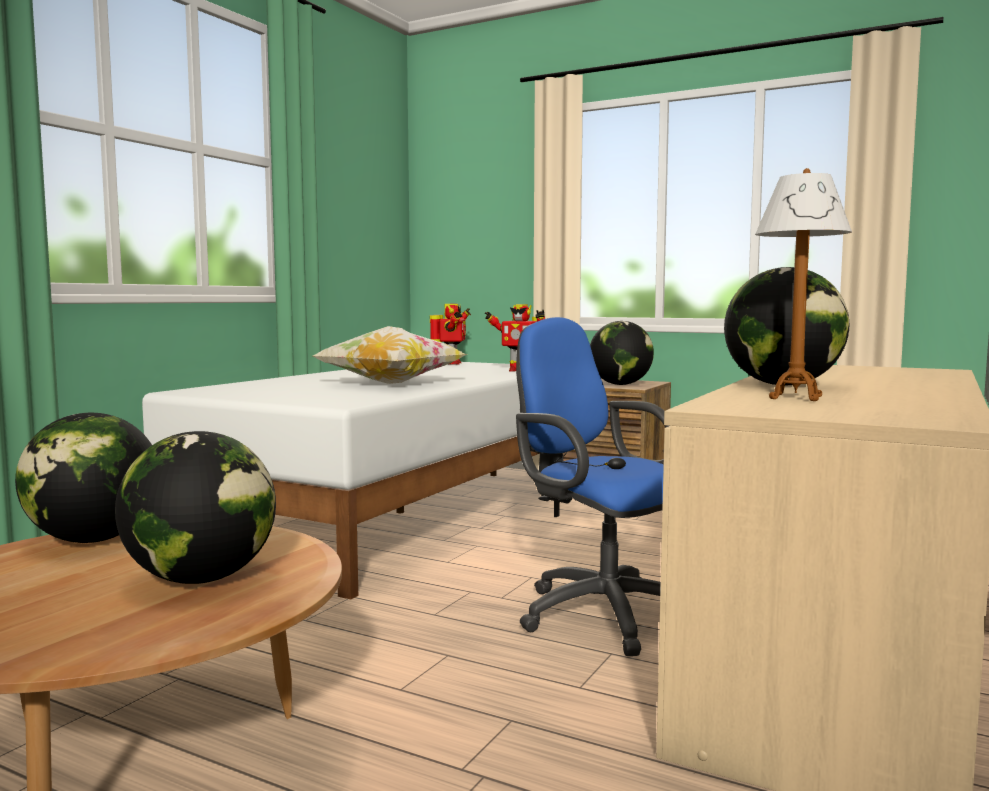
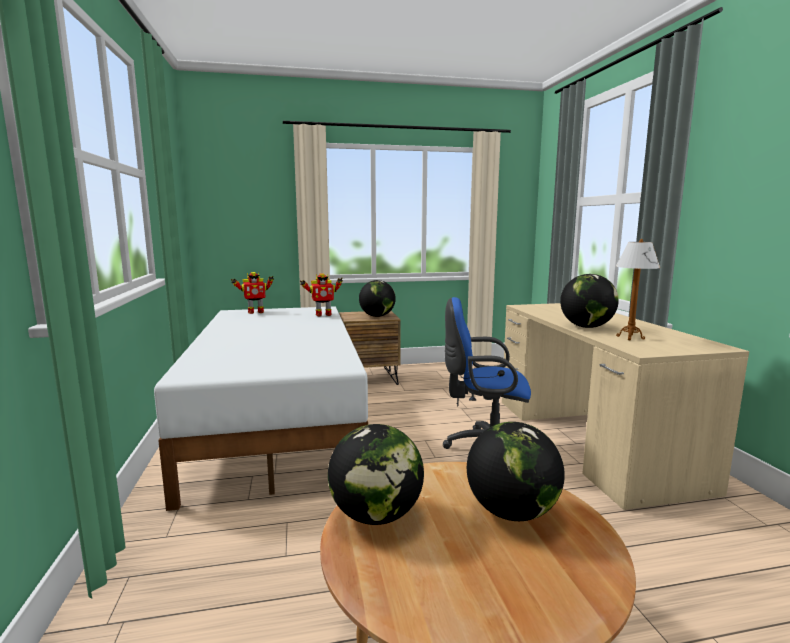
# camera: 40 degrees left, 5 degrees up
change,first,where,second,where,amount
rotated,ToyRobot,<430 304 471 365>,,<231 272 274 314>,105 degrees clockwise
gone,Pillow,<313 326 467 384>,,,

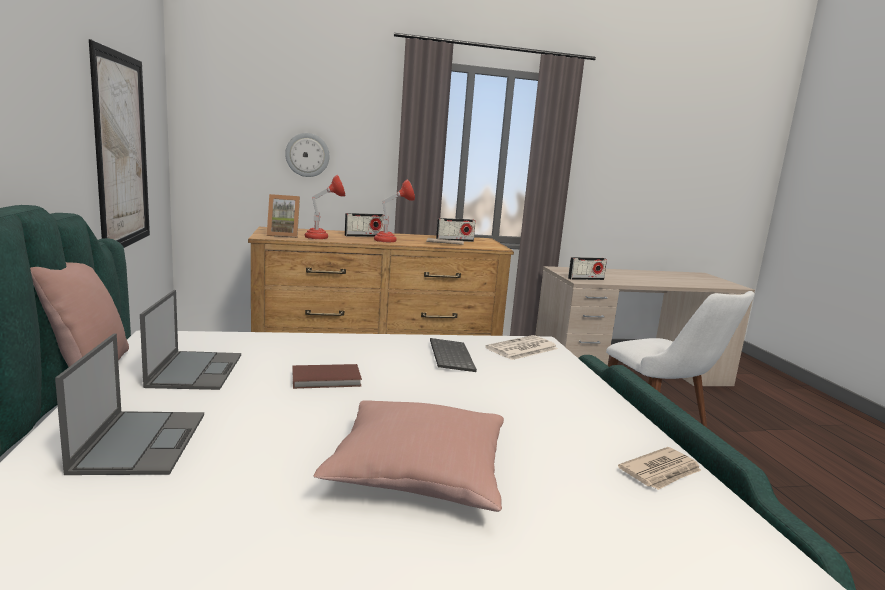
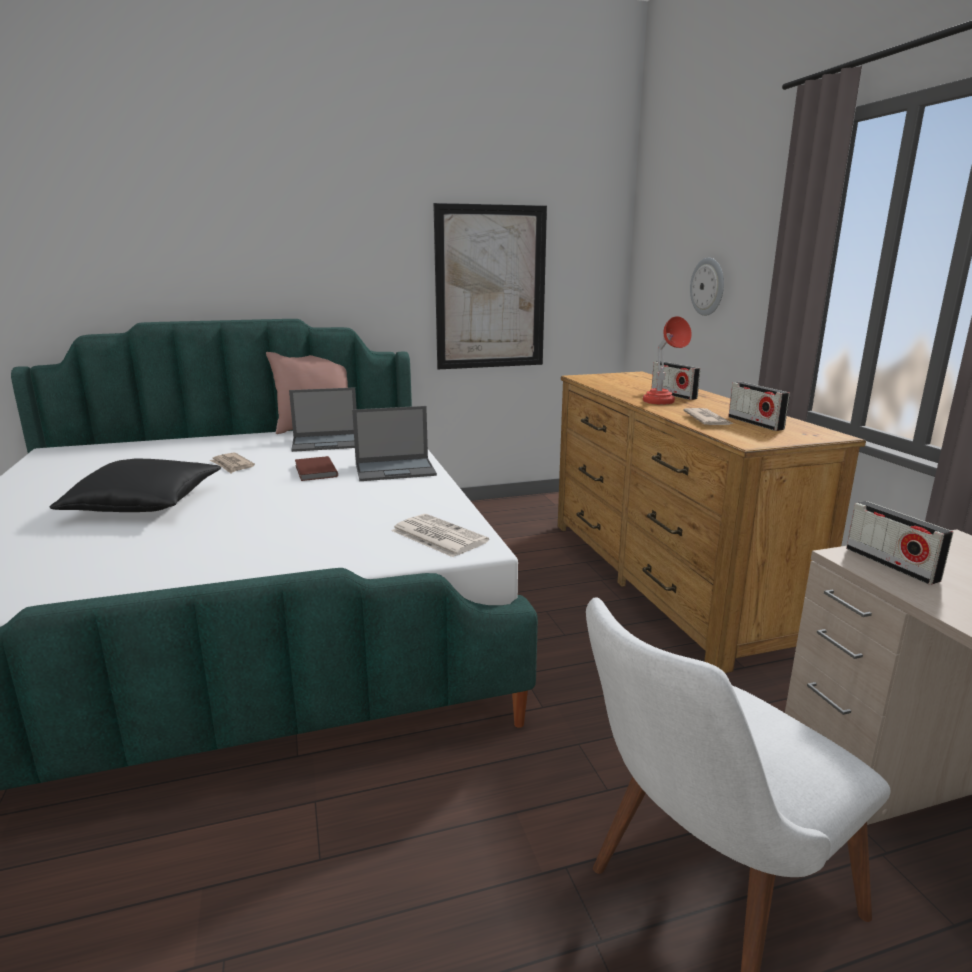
# camera: 85 degrees right, 5 degrees up
change,first,where,second,where,amount
repainted,PinkPillow,<314 400 504 512>,BlackPillow,<49 458 221 512>,
shifted,Newspaper,<618 447 701 490>,,<210 453 255 473>,
shifted,Laptop,<55 334 204 475>,,<352 406 437 481>,
gone,PictureFrame,<267 194 300 238>,,,
gone,RedTableLamp,<305 175 345 239>,,,
gone,Keyboard,<430 338 477 372>,,,

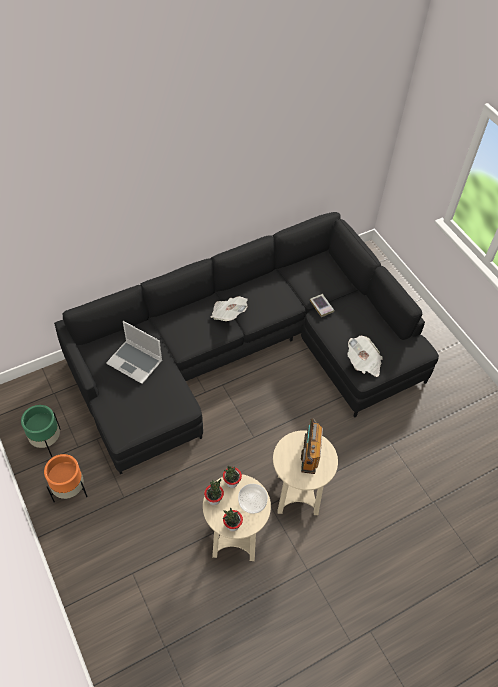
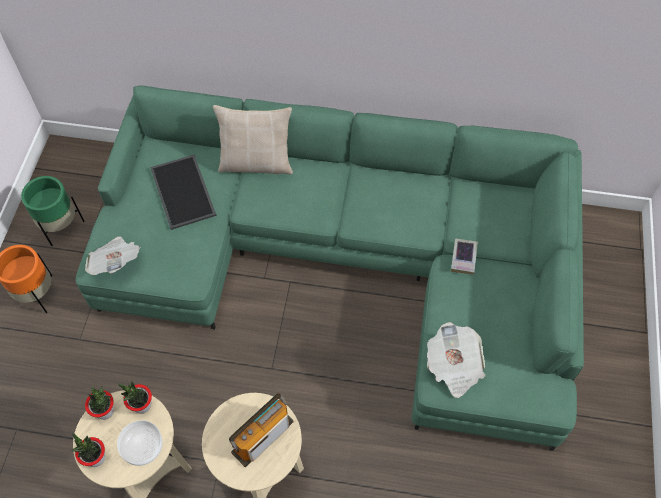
# camera: 40 degrees right, 5 degrees up
change,first,where,second,where,amount
repainted,BlackSofa,<54 212 439 474>,GreenSofa,<76 85 584 451>,
shifted,Newspaper,<210 296 248 321>,,<85 236 140 275>,
swapped,Laptop,<106 321 162 384>,Tray,<150 154 216 230>,
new,,,BeigePillow,<213 105 293 174>,

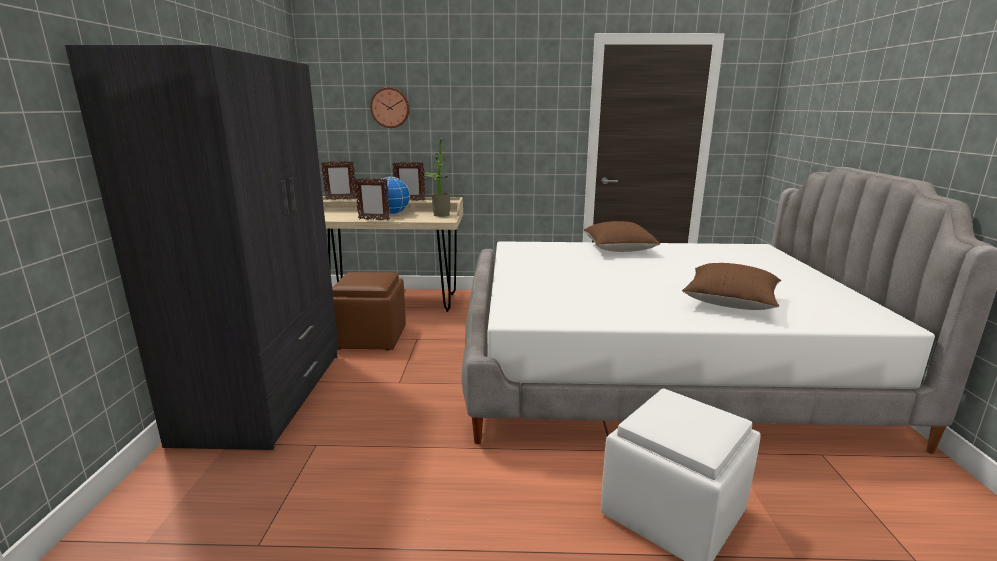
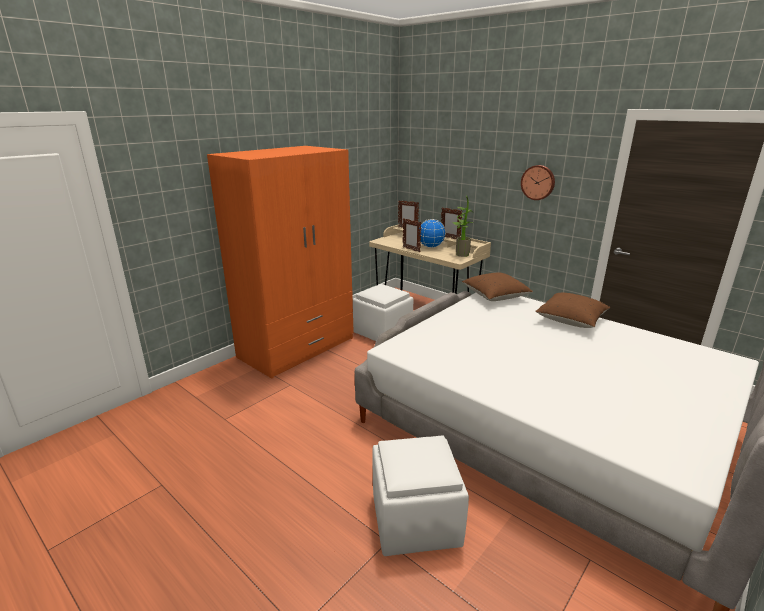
# camera: 40 degrees right, 5 degrees up
change,first,where,second,where,amount
repainted,GreyWardrobe,<65 45 339 450>,OrangeWardrobe,<207 146 354 379>,
repainted,BrownOttoman,<332 272 406 350>,WhiteOttoman,<353 284 413 341>,
shifted,BrownPillow,<682 263 781 310>,,<462 273 533 301>,
shifted,WallClock,<370 87 410 128>,,<521 165 555 200>,

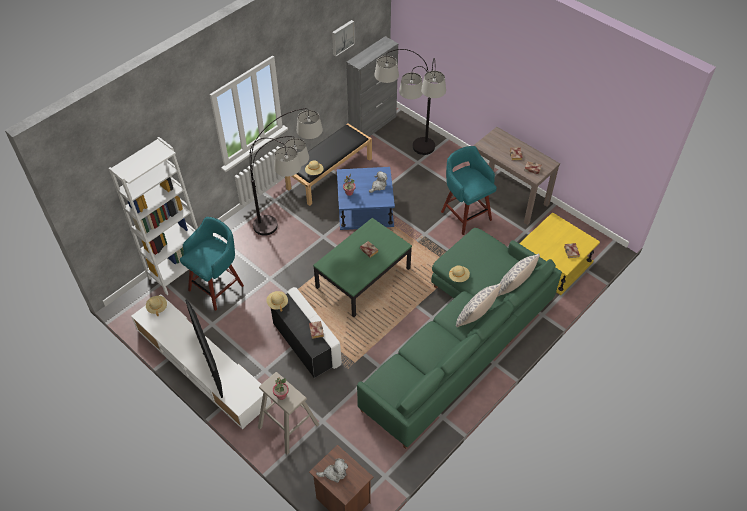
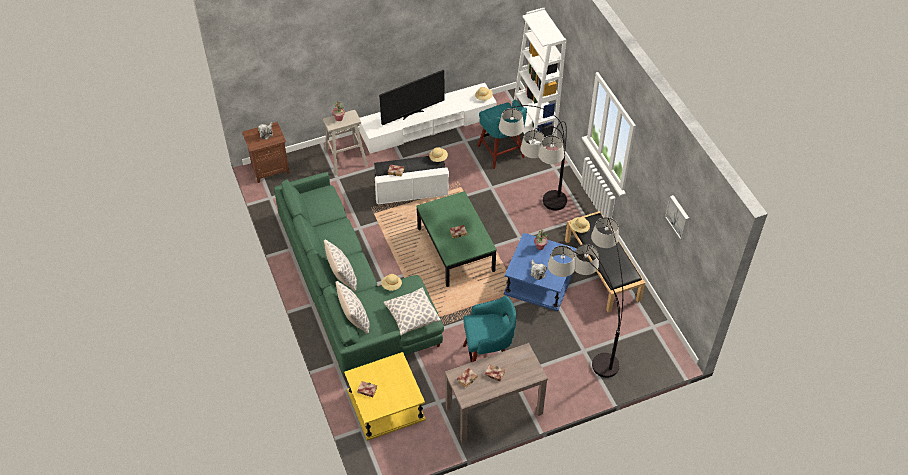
# camera: 115 degrees right, 0 degrees up
change,first,where,second,where,amount
rotated,Television,<185 299 223 398>,,<379 70 445 125>,150 degrees clockwise
new,,,Pillow,<384 287 441 336>,
gone,GreyCabinet,<346 36 398 136>,,,

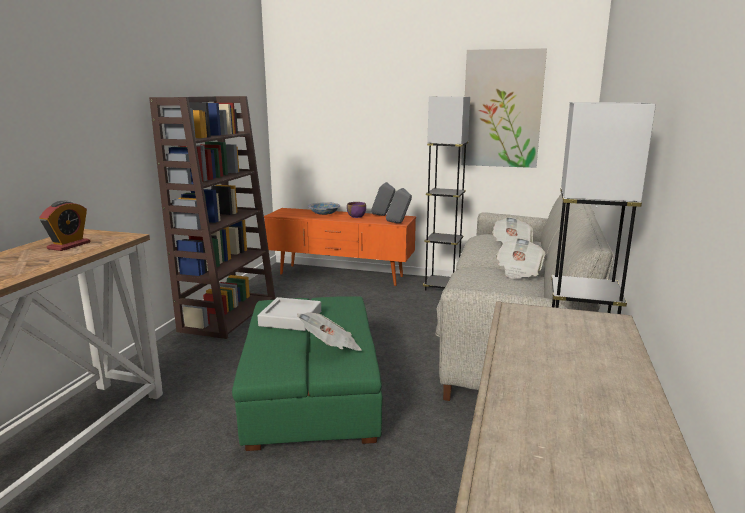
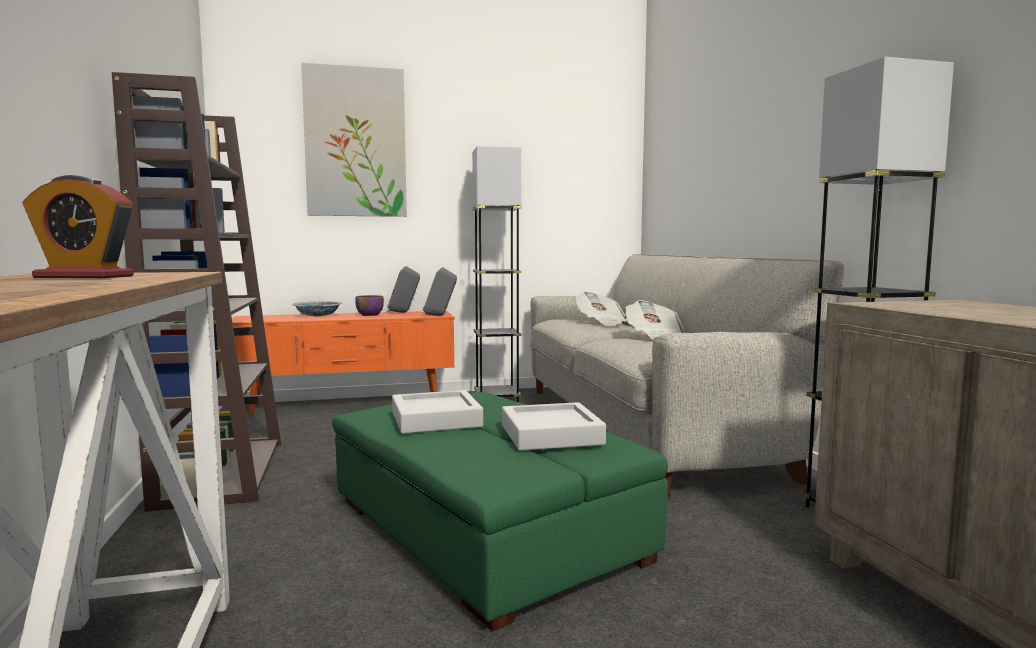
# camera: 30 degrees left, 10 degrees down
change,first,where,second,where,amount
rotated,AlarmClock,<39 201 90 251>,,<22 175 134 278>,105 degrees clockwise
shifted,Picture,<461 48 547 168>,,<301 63 407 217>,
swapped,Newspaper,<297 313 361 351>,GreyTray,<502 402 606 451>,

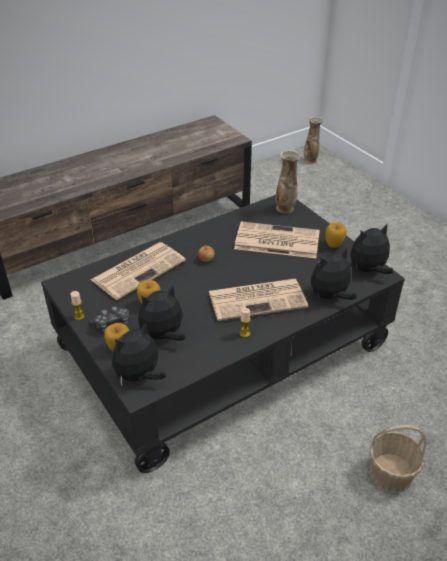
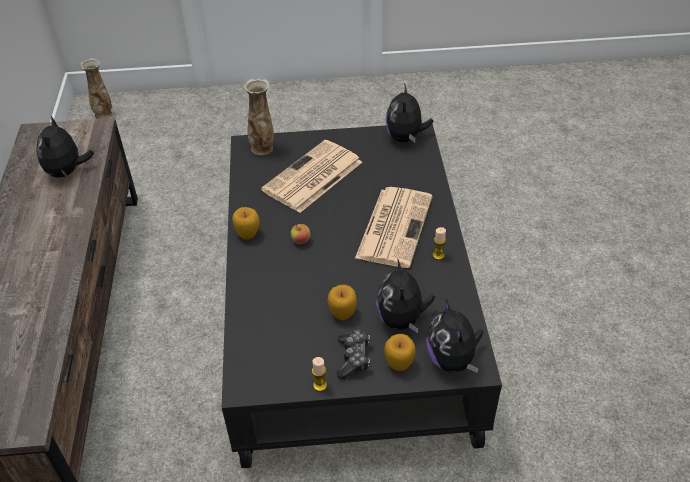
# camera: 60 degrees left, 5 degrees up
change,first,where,second,where,amount
shifted,PlushToy,<311 247 357 300>,,<36 116 94 178>,
shifted,Apple,<325 222 347 248>,,<232 207 260 240>,
gone,Newspaper,<91 242 186 300>,,,
gone,Basket,<370 425 426 493>,,,

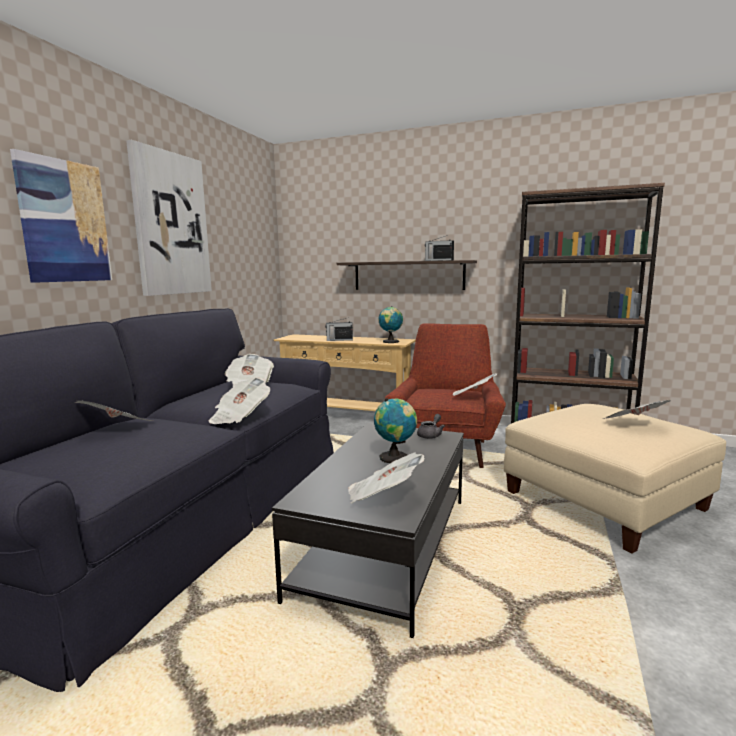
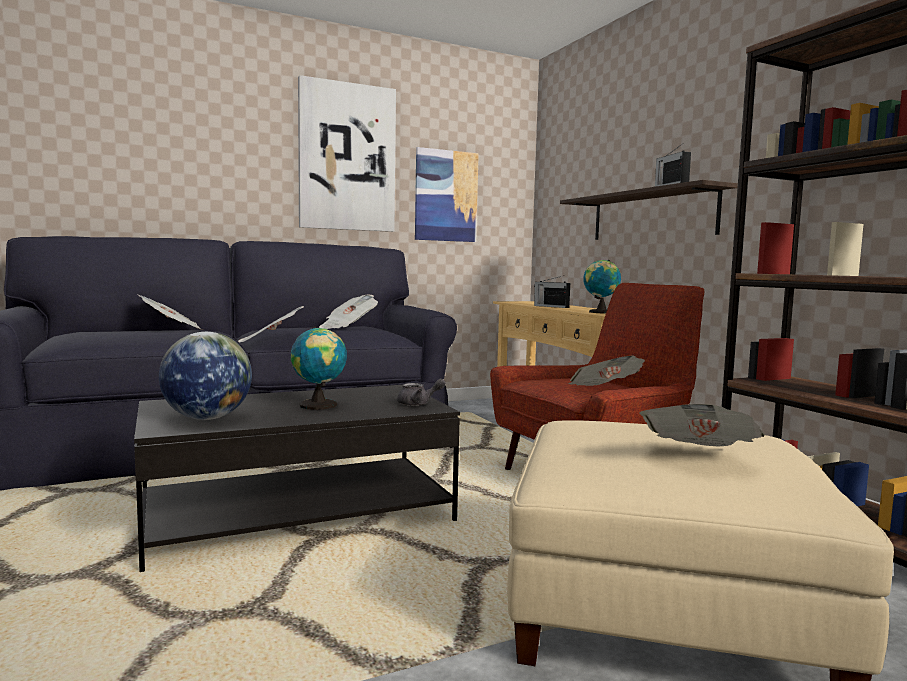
# camera: 45 degrees right, 5 degrees down
change,first,where,second,where,amount
swapped,Newspaper,<348 453 425 503>,Globe,<159 332 252 420>,
shifted,Picture,<10 149 112 283>,,<415 147 479 242>,

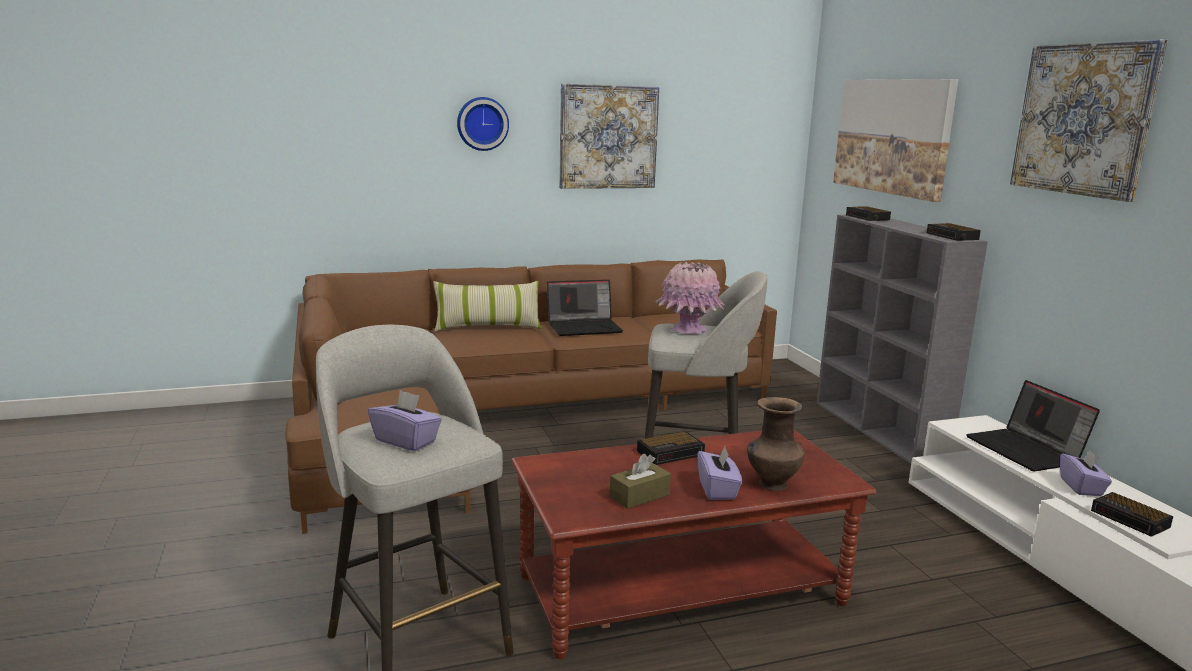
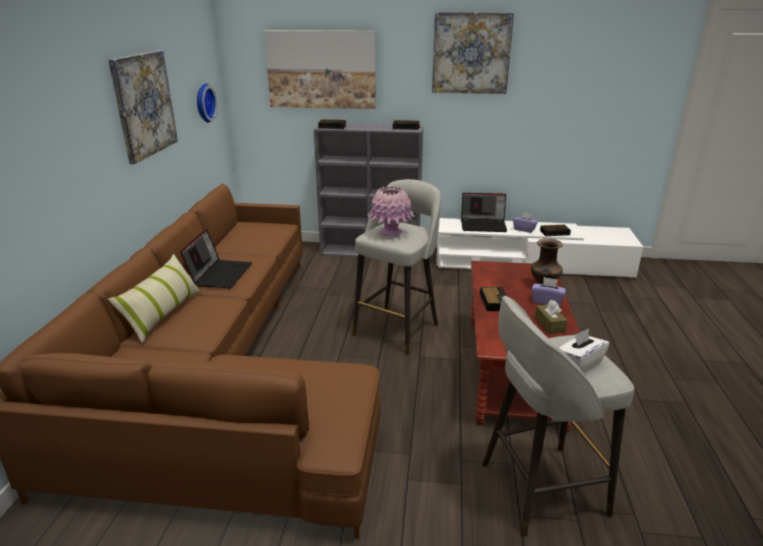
# camera: 65 degrees left, 10 degrees up
change,first,where,second,where,amount
shifted,WallClock,<457 97 509 151>,,<197 83 217 123>,
repainted,PurpleTissueBox,<368 390 442 451>,WhiteTissueBox,<559 328 609 372>,

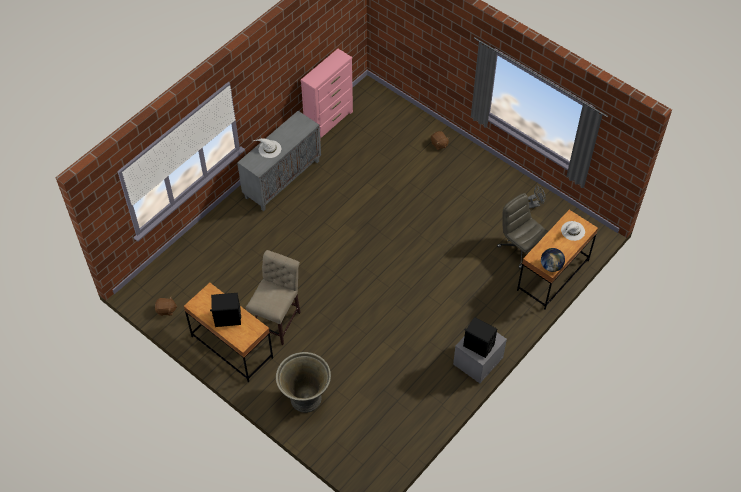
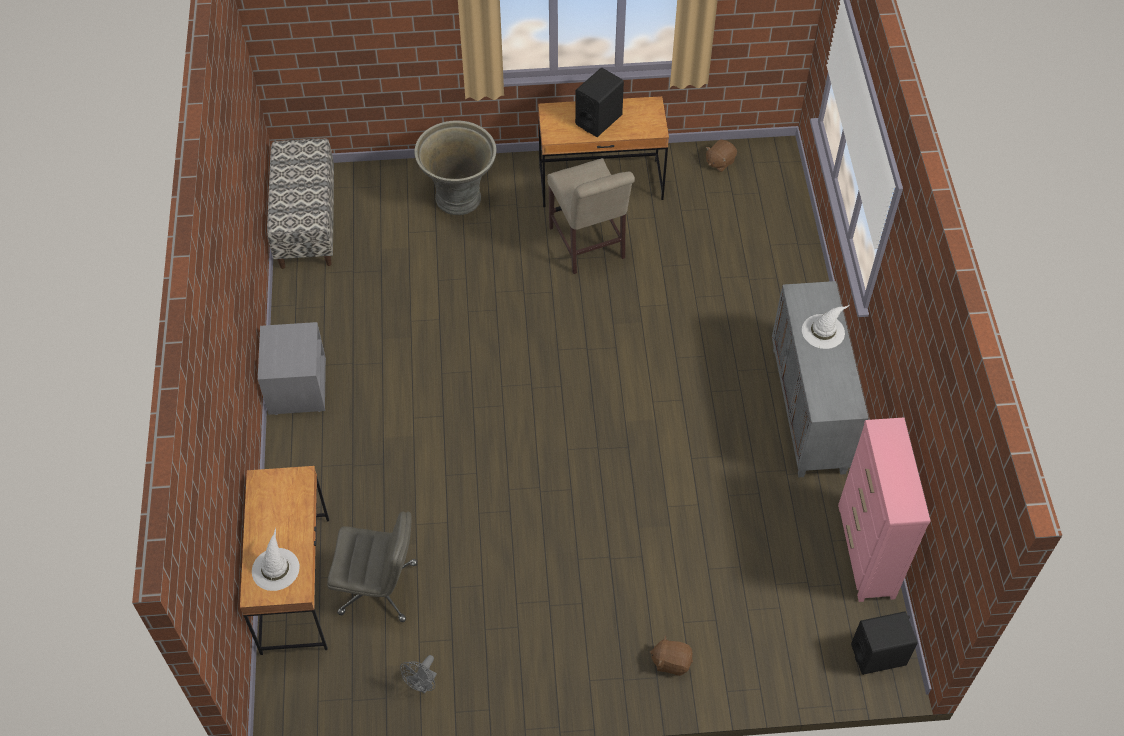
# camera: 135 degrees right, 0 degrees up
change,first,where,second,where,amount
new,,,Bench,<267 139 334 269>,
shifted,BlackSpeaker,<463 317 497 358>,,<851 611 917 675>,
gone,Globe,<541 248 565 272>,,,

